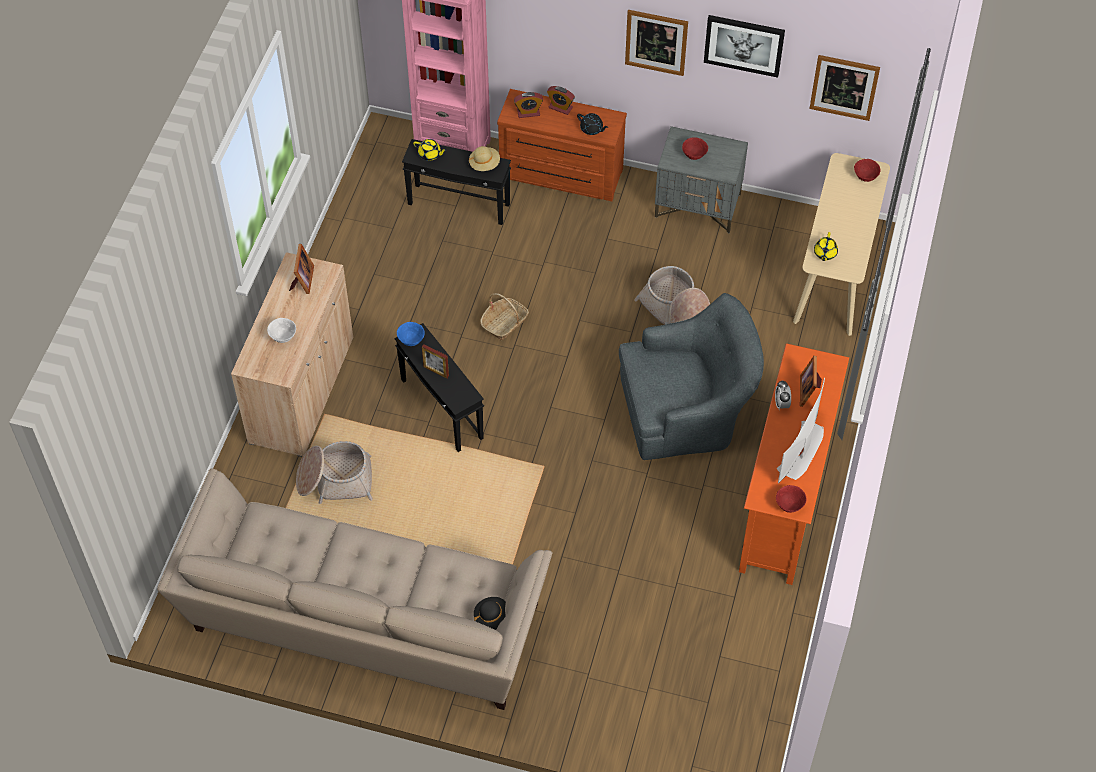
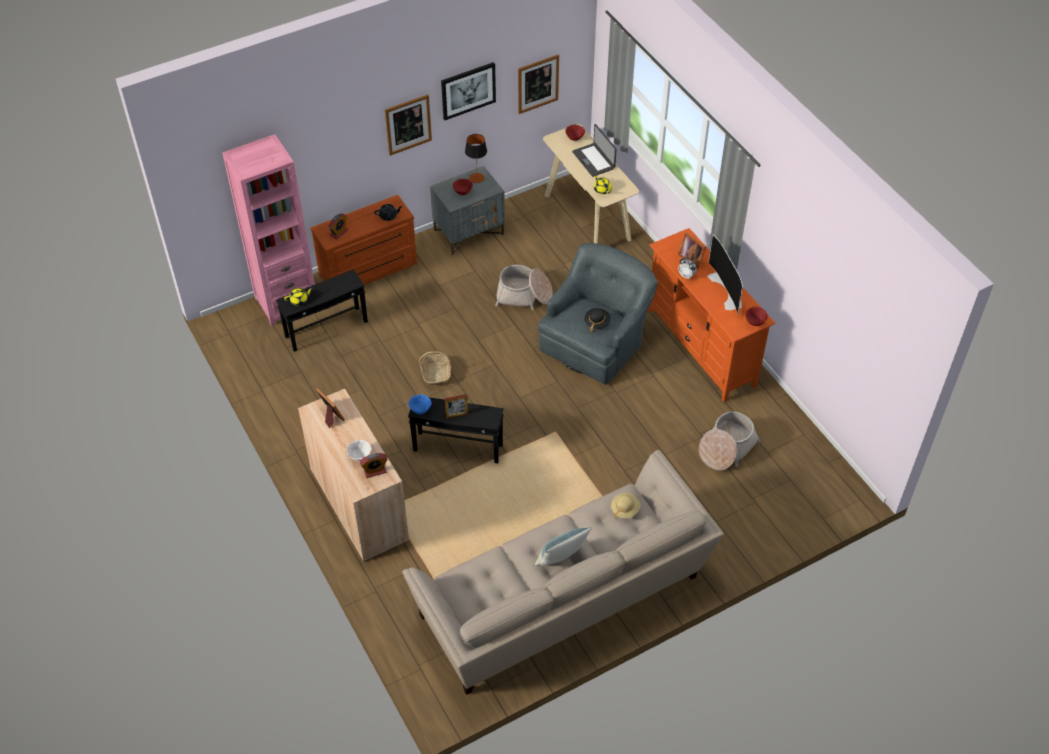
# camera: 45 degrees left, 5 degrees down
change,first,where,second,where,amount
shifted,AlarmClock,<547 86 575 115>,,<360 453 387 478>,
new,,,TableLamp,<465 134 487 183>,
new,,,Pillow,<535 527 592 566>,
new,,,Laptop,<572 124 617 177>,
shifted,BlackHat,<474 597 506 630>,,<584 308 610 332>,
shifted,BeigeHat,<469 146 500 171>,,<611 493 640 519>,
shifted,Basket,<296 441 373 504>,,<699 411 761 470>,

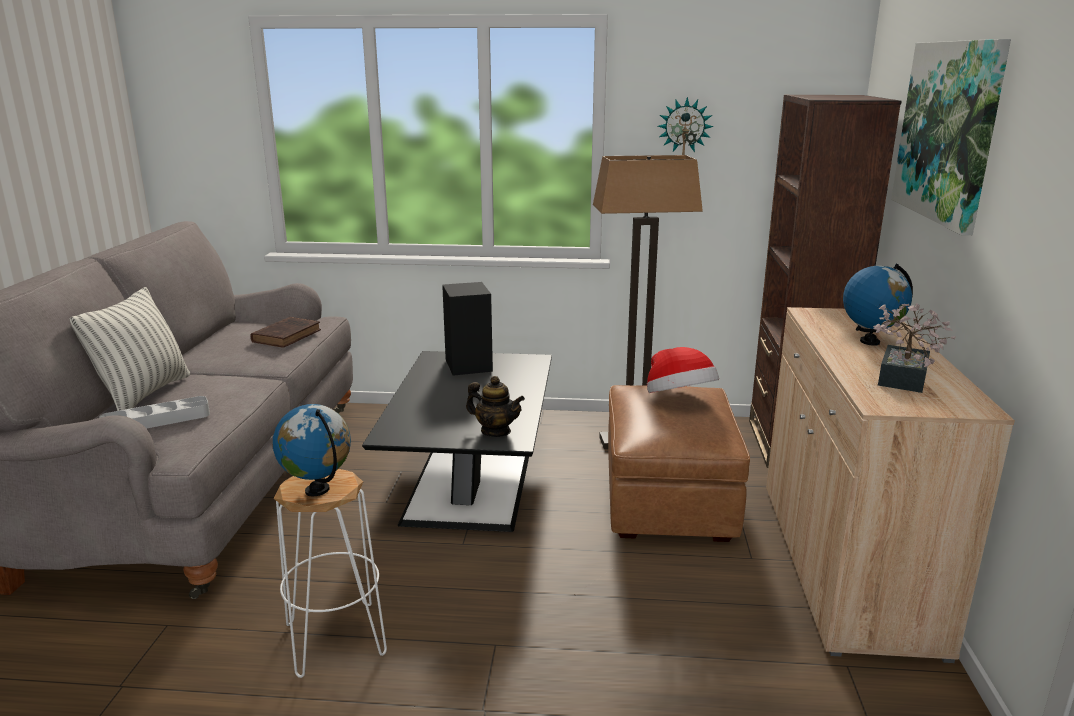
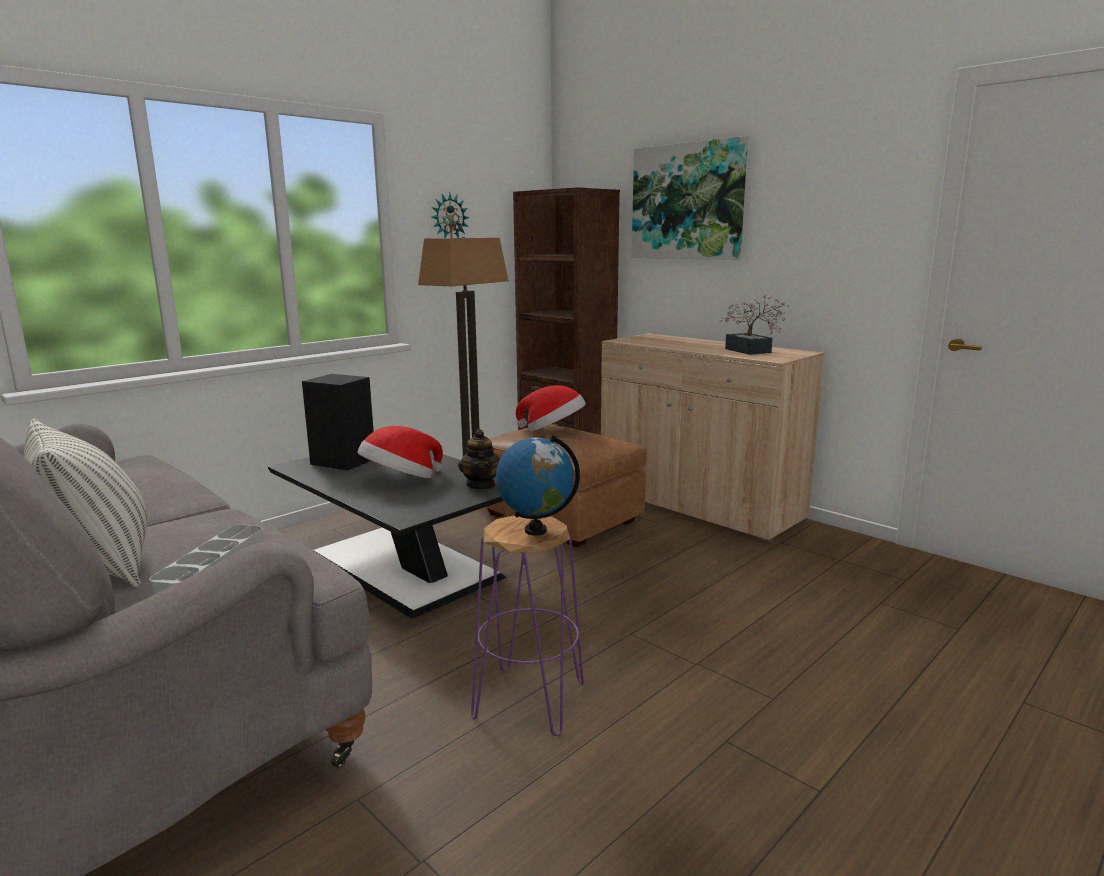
# camera: 50 degrees left, 5 degrees down
change,first,where,second,where,amount
new,,,Hat,<358 426 443 479>,
rotated,Teapot,<466 376 525 437>,,<458 429 500 489>,105 degrees clockwise
repainted,WhiteStool,<274 469 387 678>,PurpleStool,<471 515 584 736>,
gone,BrownBook,<251 317 321 348>,,,
gone,Globe,<843 264 913 346>,,,

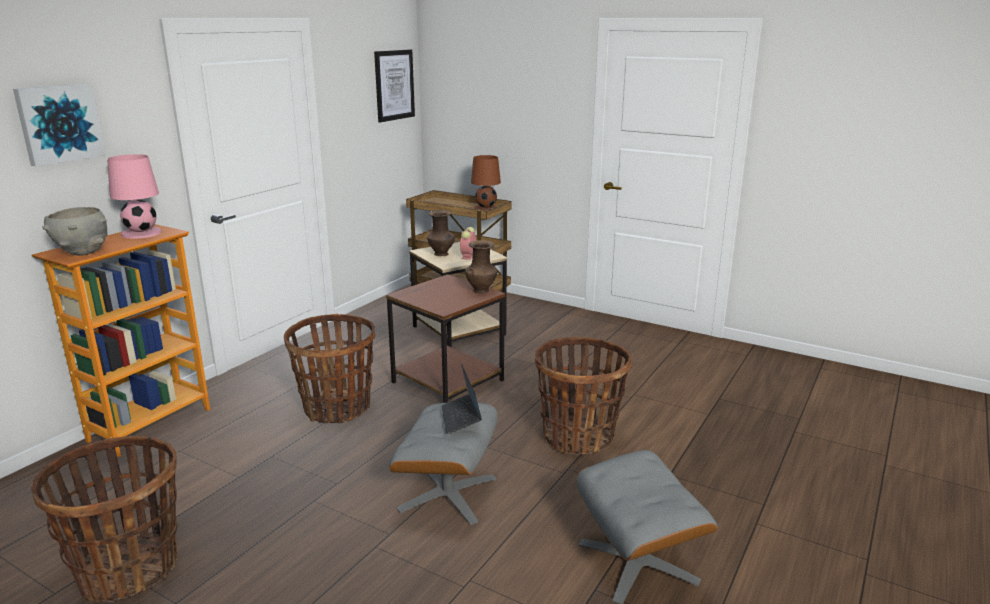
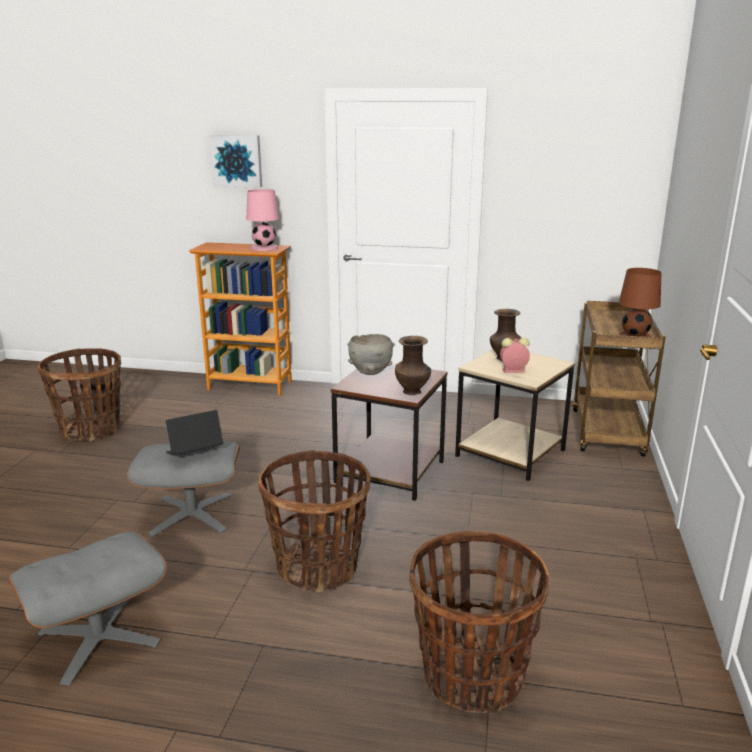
# camera: 70 degrees right, 0 degrees up
change,first,where,second,where,amount
shifted,GreyBowl,<42 207 108 255>,,<347 334 395 375>,
shifted,Basket,<284 314 375 423>,,<409 531 550 713>,
gone,Picture,<374 49 415 122>,,,

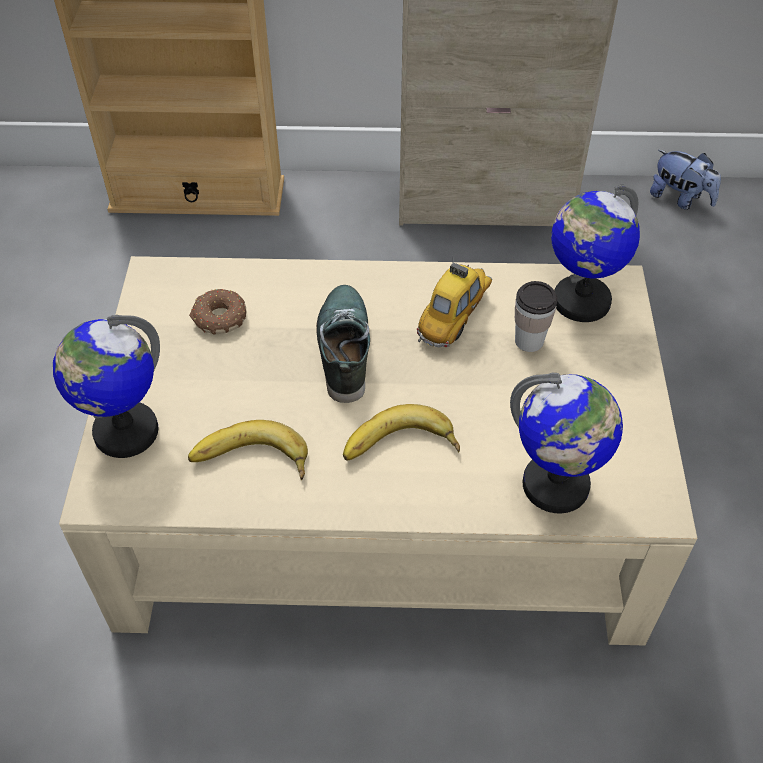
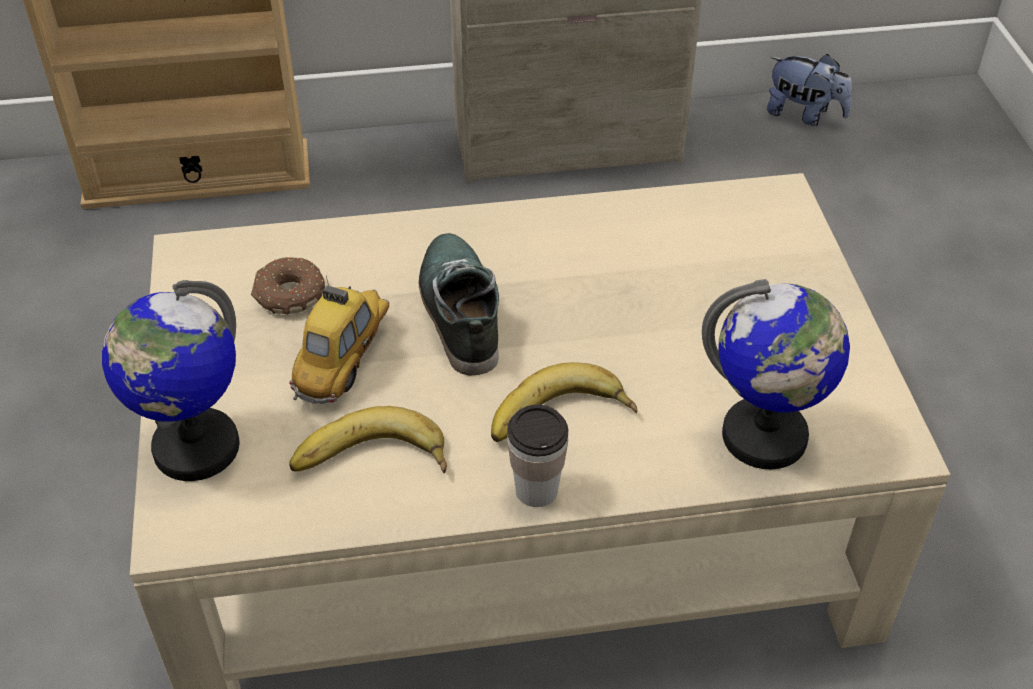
# camera: 10 degrees left, 5 degrees down
change,first,where,second,where,amount
shifted,ToyCar,<417 263 492 347>,,<290 276 389 404>,
shifted,Cup,<515 281 557 352>,,<507 405 568 507>,
gone,Globe,<551 185 640 322>,,,

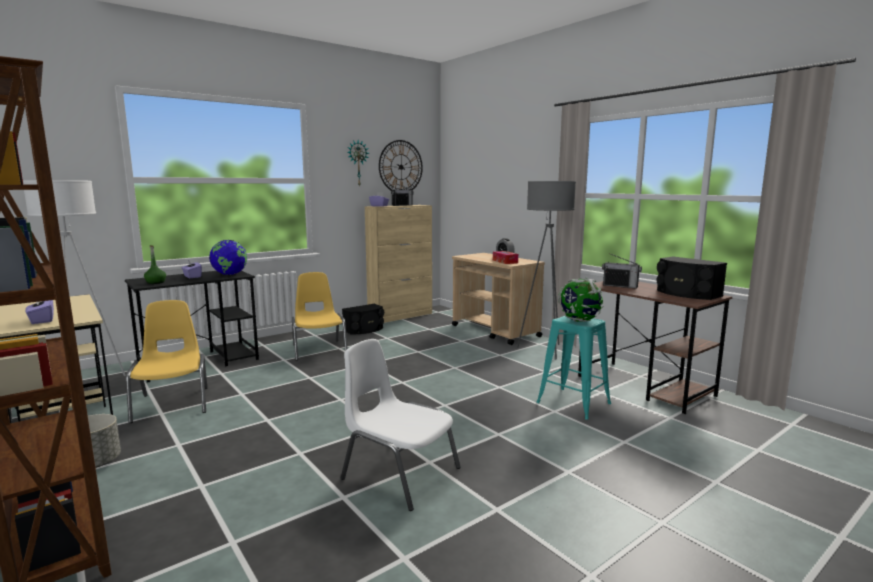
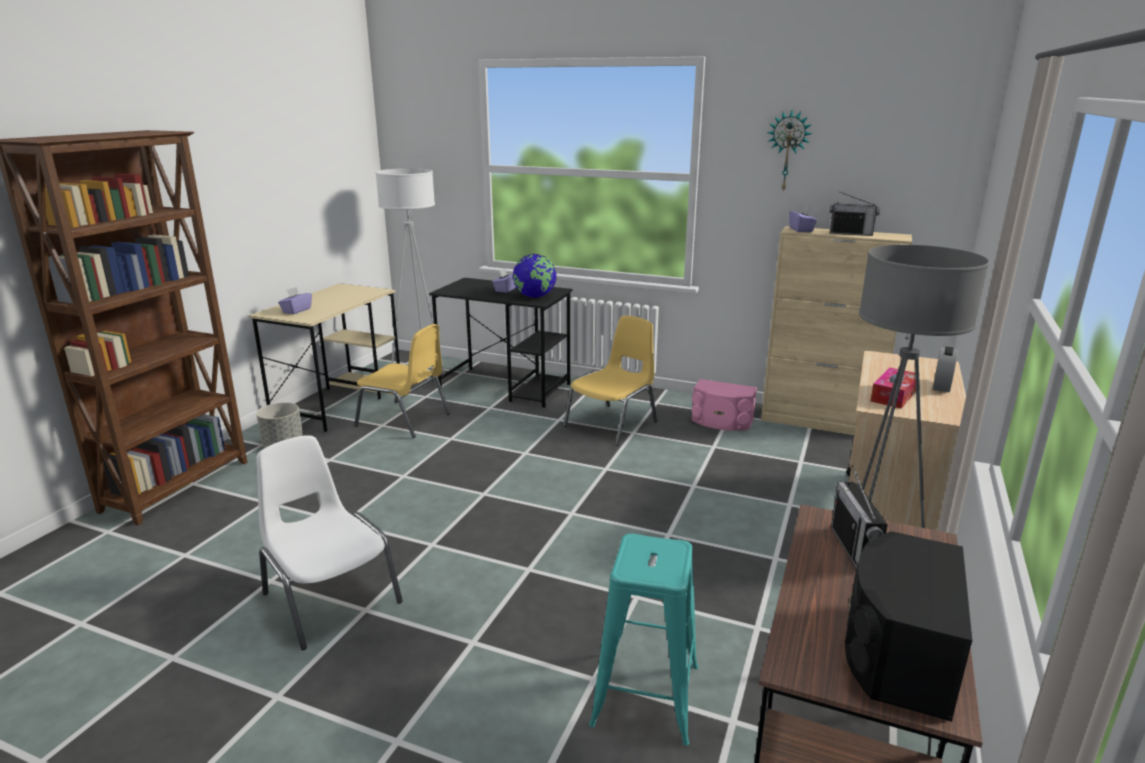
# camera: 60 degrees right, 10 degrees up
change,first,where,second,where,amount
rotated,WhiteChair,<340 339 461 511>,,<256 436 403 650>,45 degrees counterclockwise
rotated,YellowChair,<126 300 208 423>,,<354 324 450 438>,75 degrees clockwise
repainted,BlackSpeaker,<342 304 384 334>,PinkSpeaker,<692 379 757 431>,
gone,GreenBottle,<144 245 166 284>,,,
gone,WallClock,<379 140 423 191>,,,
gone,Globe,<558 278 603 322>,,,

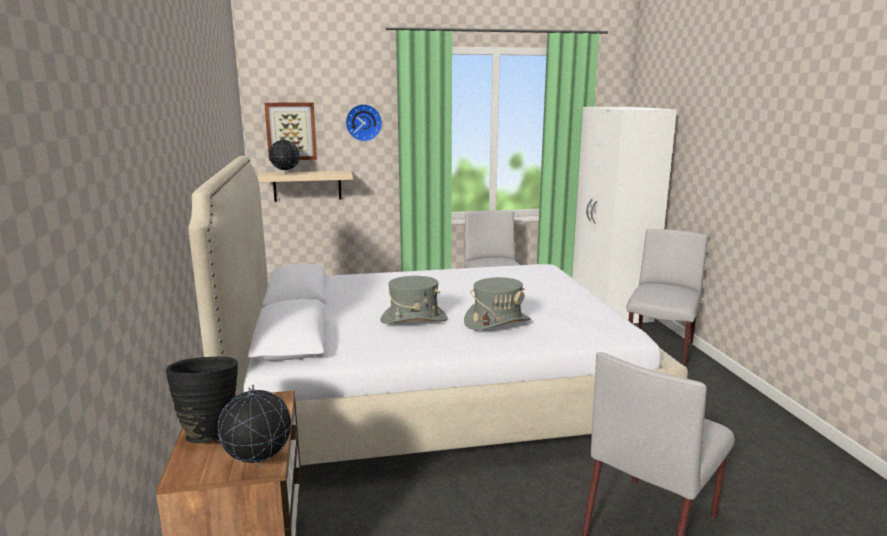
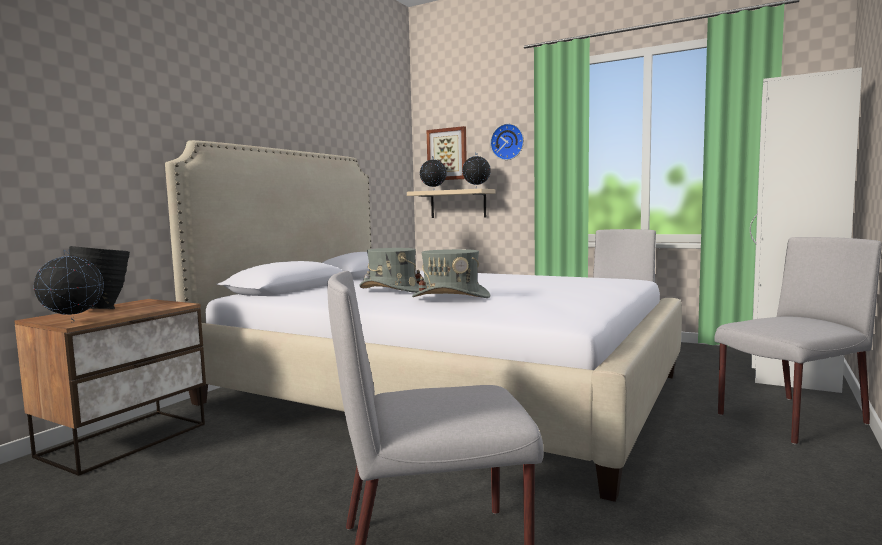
# camera: 40 degrees right, 10 degrees down
change,first,where,second,where,amount
new,,,Globe,<462 153 491 189>,

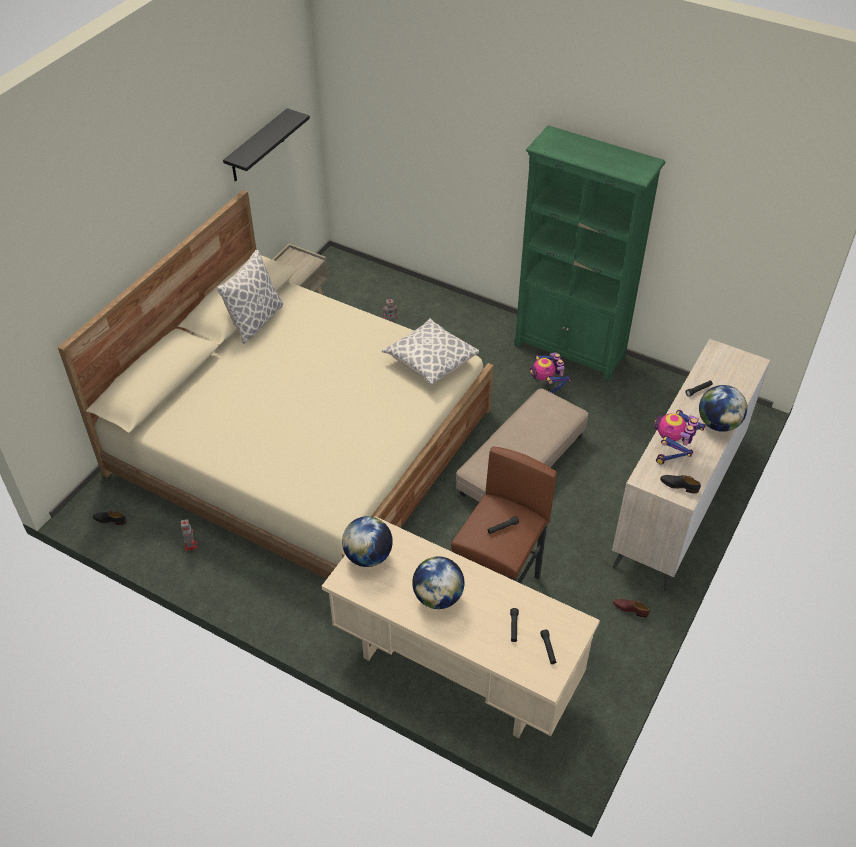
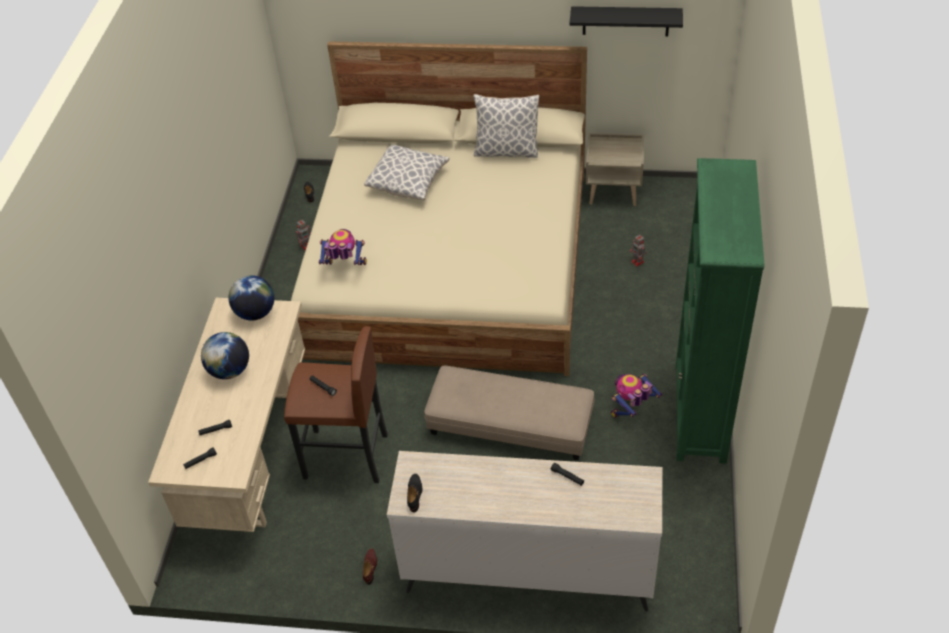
# camera: 70 degrees right, 0 degrees up
change,first,where,second,where,amount
shifted,ToyRobot,<654 410 706 465>,,<319 229 367 265>,
shifted,Pillow,<382 318 479 386>,,<364 145 449 201>,
gone,Globe,<699 385 747 432>,,,

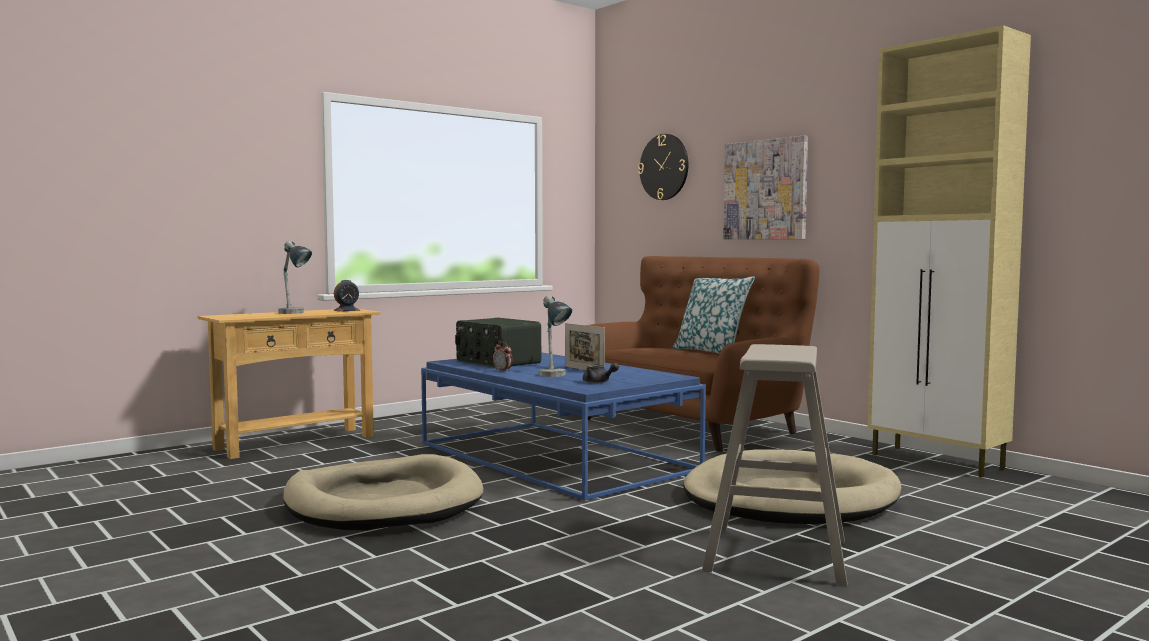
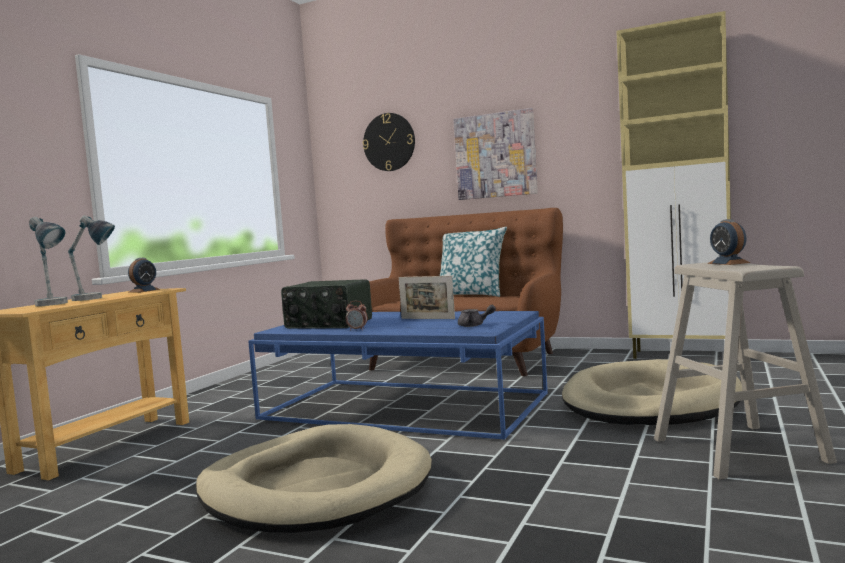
# camera: 25 degrees left, 0 degrees up
change,first,where,second,where,amount
shifted,TableLamp,<539 295 572 377>,,<29 217 68 306>,
new,,,AlarmClock,<708 219 750 265>,

